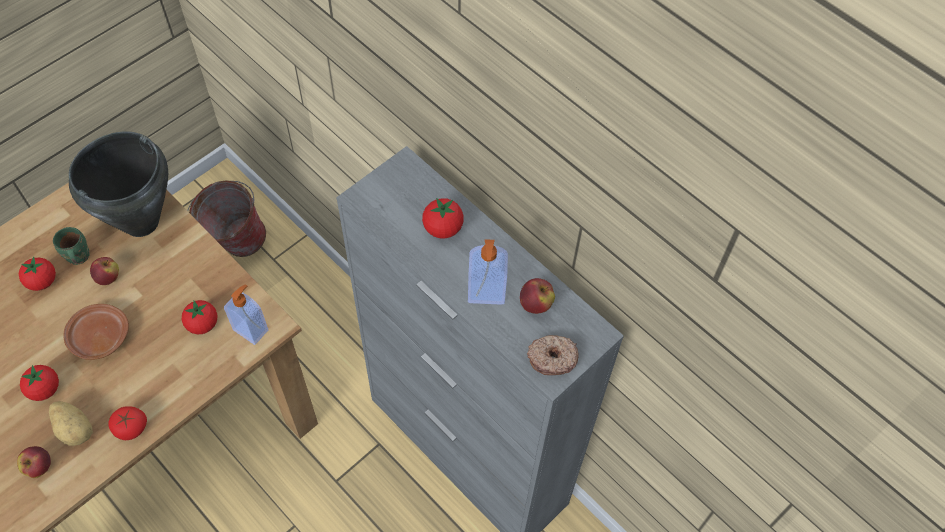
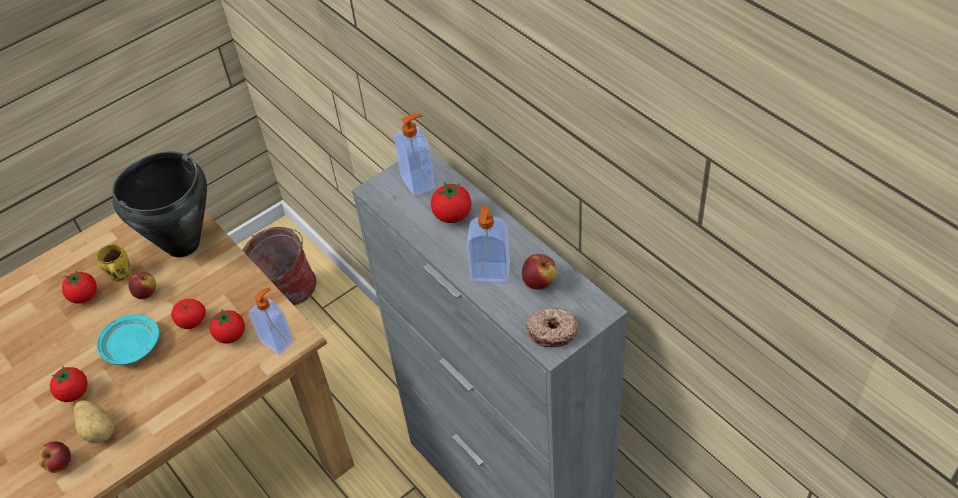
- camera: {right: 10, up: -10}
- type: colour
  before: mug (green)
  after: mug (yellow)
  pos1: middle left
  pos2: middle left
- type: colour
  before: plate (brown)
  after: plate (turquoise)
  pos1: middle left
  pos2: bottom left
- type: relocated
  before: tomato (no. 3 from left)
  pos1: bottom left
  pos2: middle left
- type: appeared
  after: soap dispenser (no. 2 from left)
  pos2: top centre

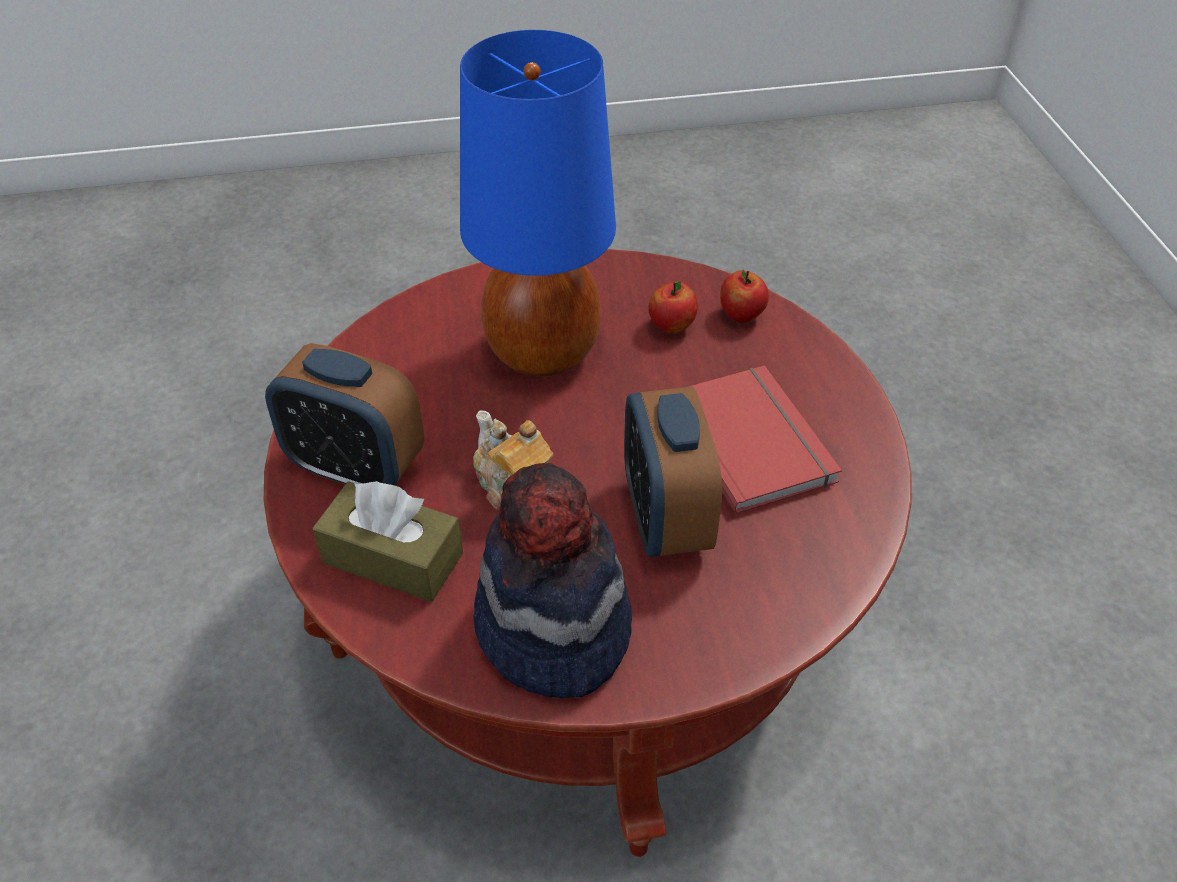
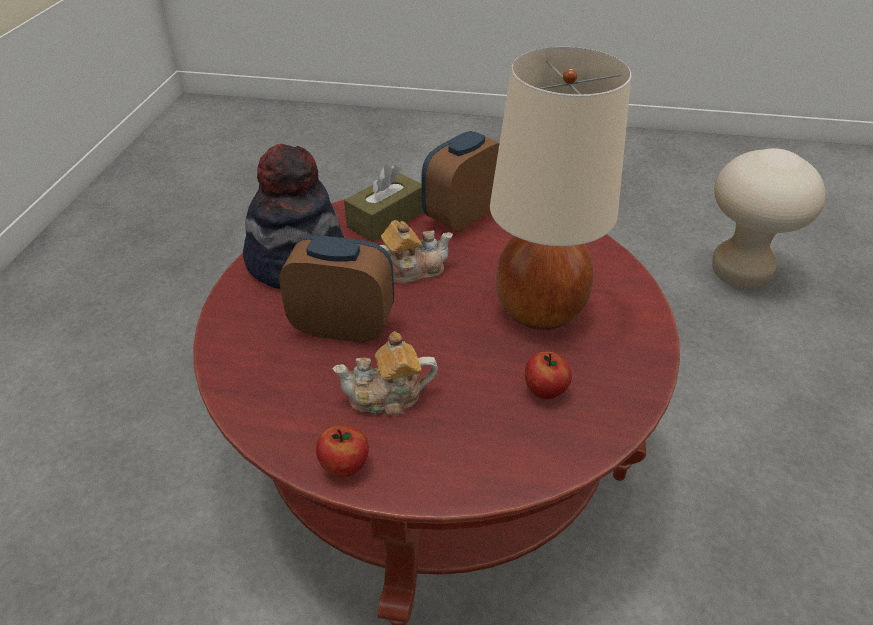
- camera: {right: 110, up: -5}
- type: colour
  before: table lamp (blue)
  after: table lamp (beige)
  pos1: top centre
  pos2: top centre
- type: relocated
  before: apple (no. 2 from left in the first image)
  after: apple (no. 1 from left)
  pos1: centre
  pos2: bottom centre
- type: exchanged
  before: book (red)
  after: teapot (no. 1 from left)
  pos1: centre
  pos2: centre
- type: appeared
  after: stool (beige)
  pos2: middle right

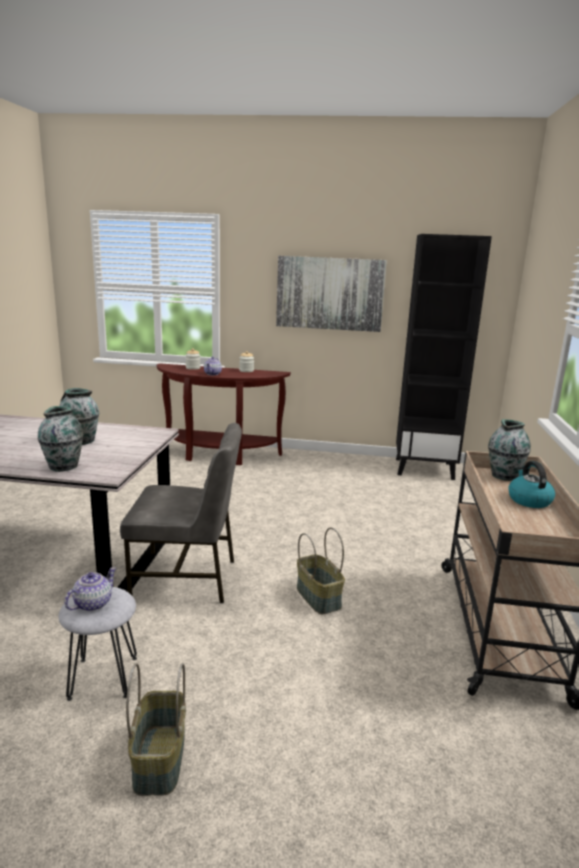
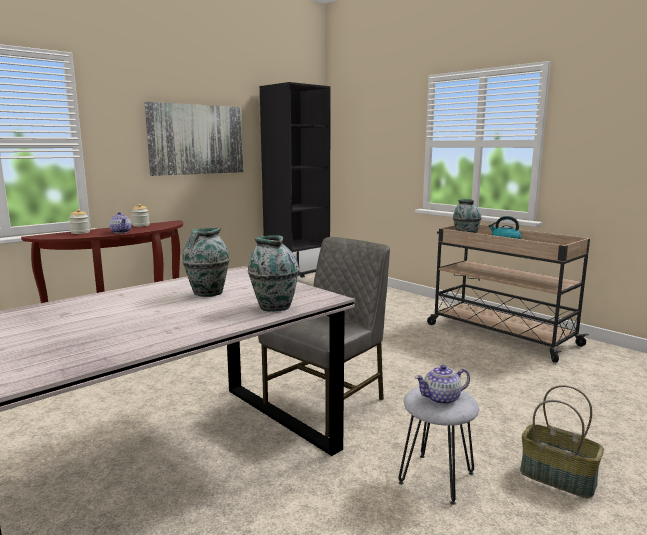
- camera: {right: -50, up: -5}
- type: missing
  before: basket (no. 2 from left)
  pos1: centre
- type: spun
  before: teapot (no. 1 from left in the first image)
  pos1: bottom left
  pos2: bottom right
  turn: -90

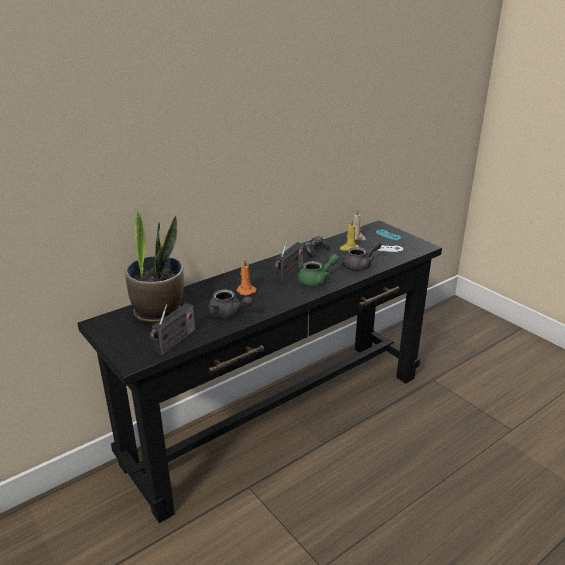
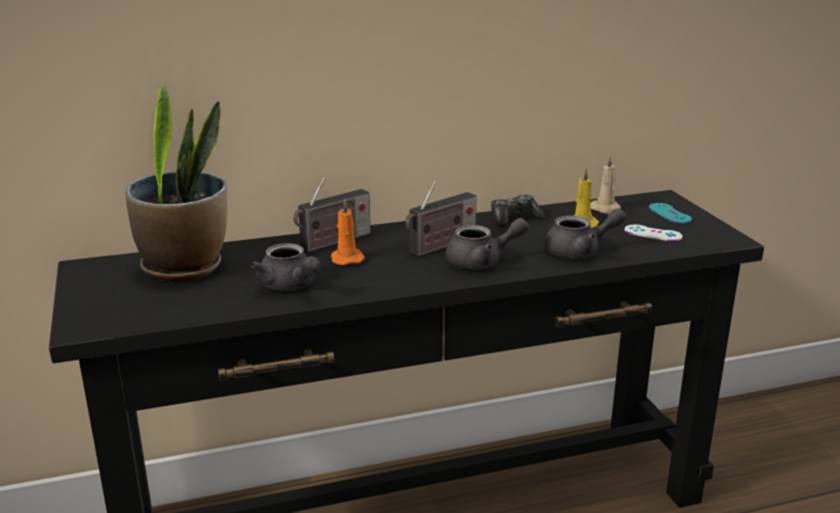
- camera: {right: 20, up: -5}
- type: colour
  before: teapot (green)
  after: teapot (grey) (no. 2 from left)
  pos1: centre
  pos2: centre
- type: relocated
  before: radio (no. 1 from left)
  pos1: middle left
  pos2: centre

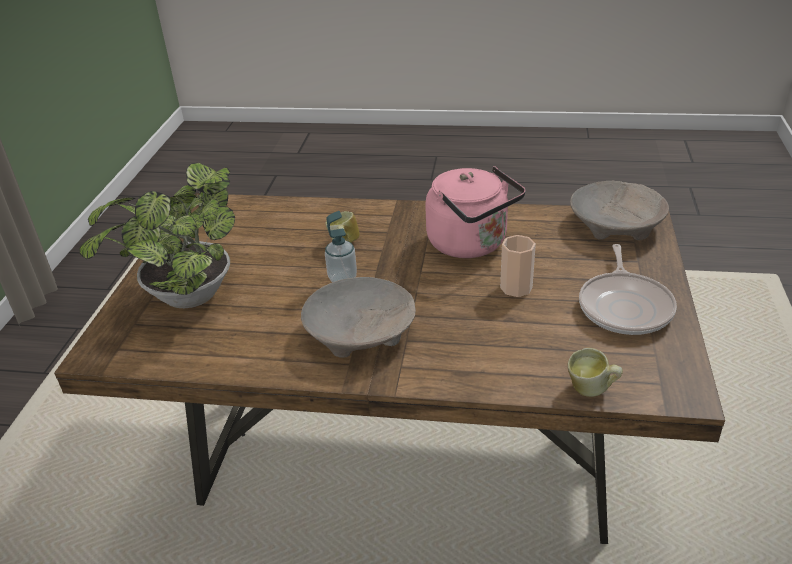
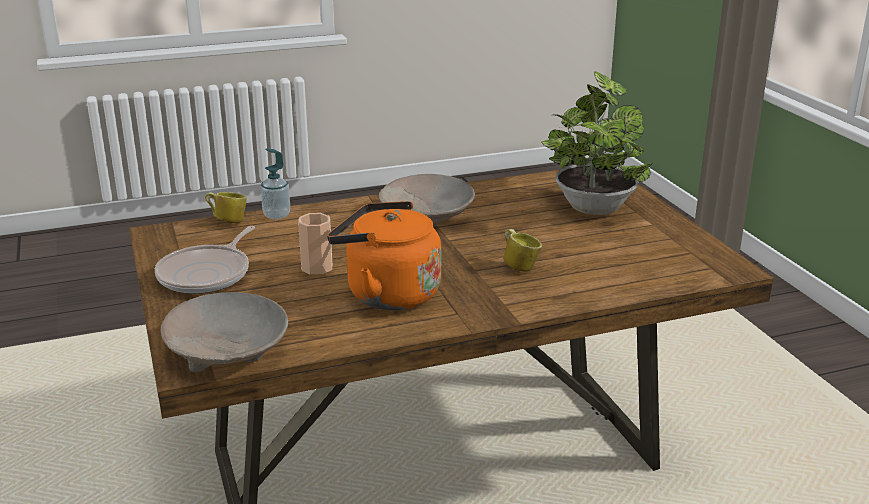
- camera: {right: 150, up: -10}
- type: colour
  before: kettle (pink)
  after: kettle (orange)
  pos1: centre
  pos2: centre
- type: relocated
  before: soap dispenser
  pos1: centre
  pos2: middle left
- type: spun
  before: frying pan
  pos1: middle right
  pos2: middle left
  turn: -135

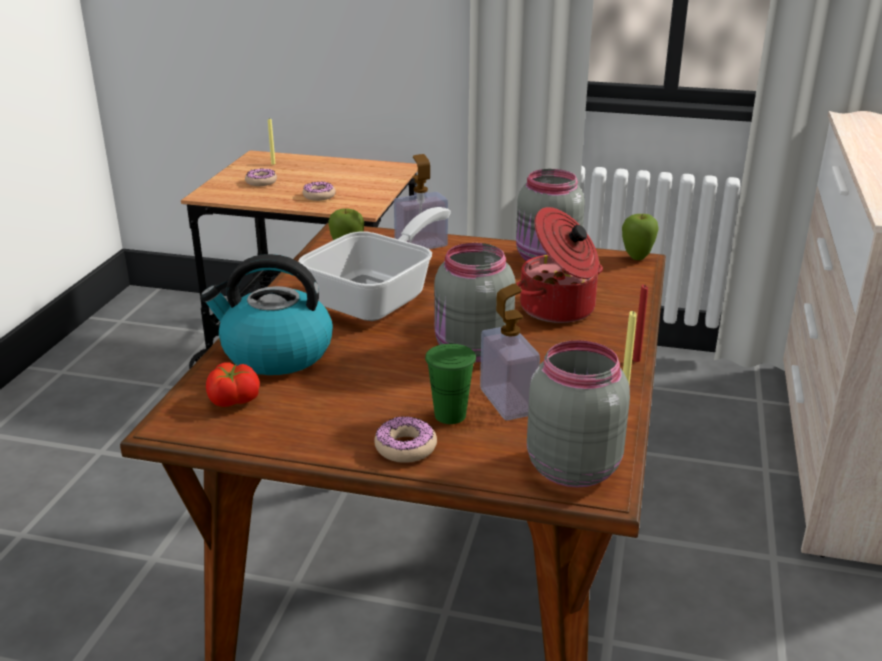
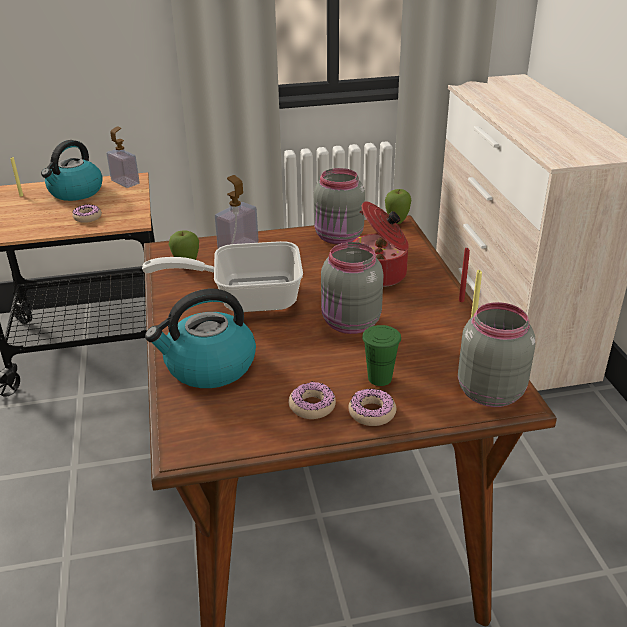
- camera: {right: -25, up: 5}
- type: relocated
  before: donut (no. 1 from left in the first image)
  after: donut (no. 2 from left)
  pos1: top left
  pos2: centre
- type: spun
  before: frying pan
  pos1: centre
  pos2: centre
  turn: -105
- type: relocated
  before: soap dispenser (no. 2 from left in the first image)
  after: soap dispenser (no. 1 from left)
  pos1: centre
  pos2: top left
- type: missing
  before: tomato
  pos1: middle left
- type: appeared
  after: kettle (no. 1 from left)
  pos2: top left

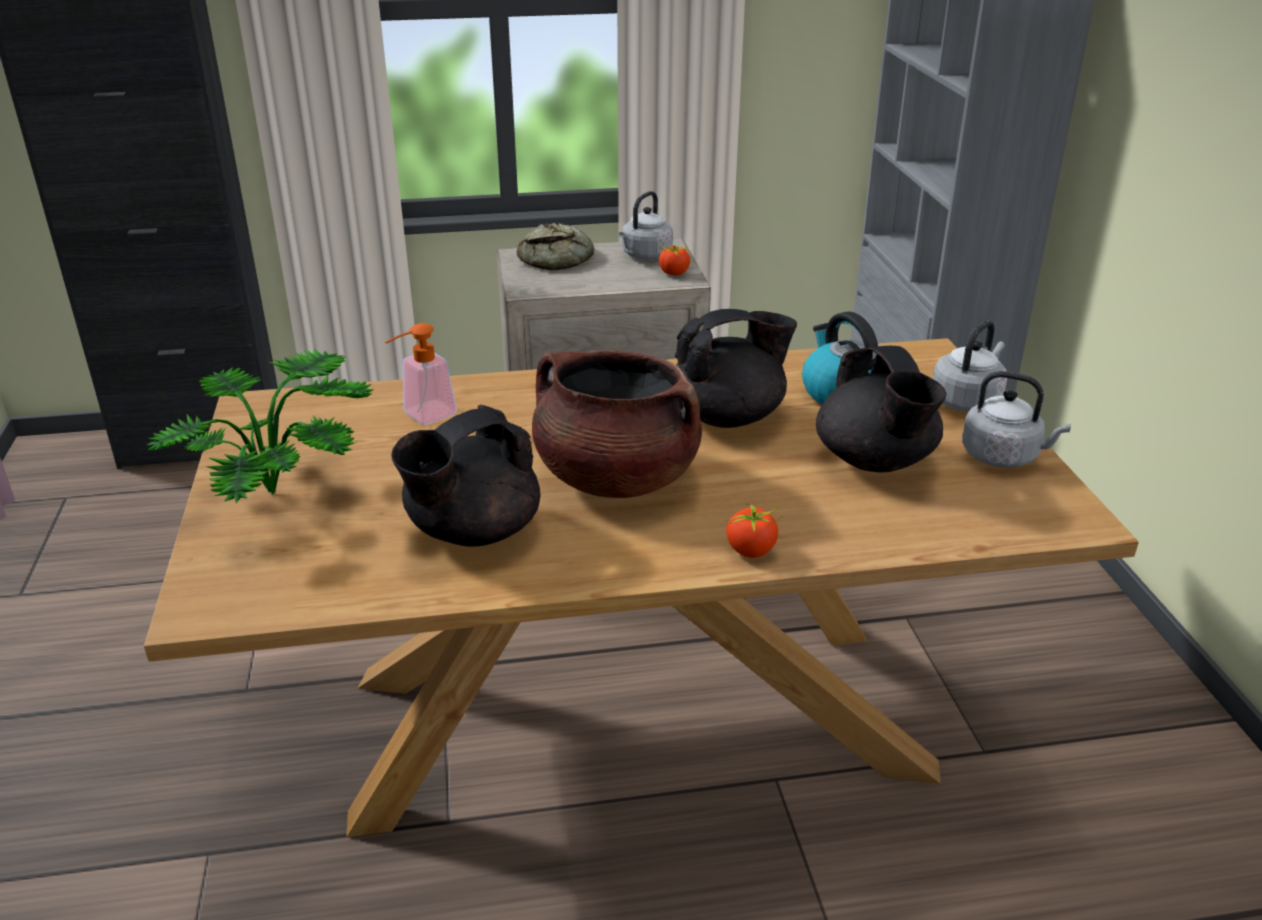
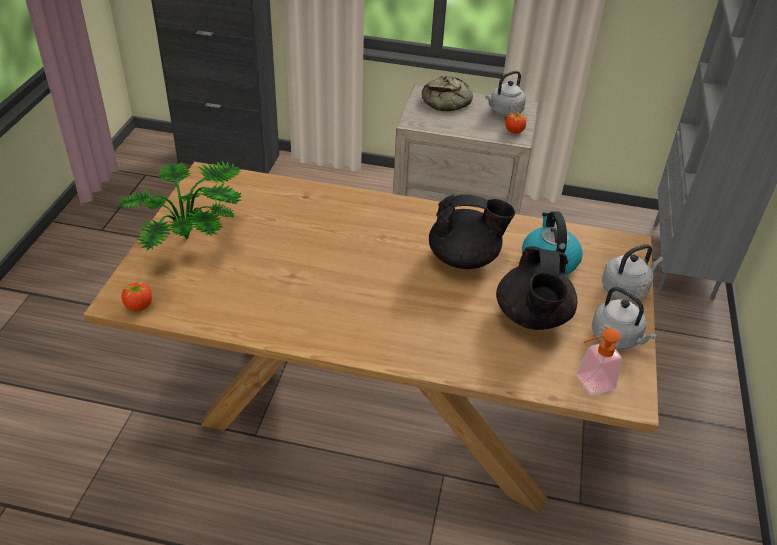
- camera: {right: 20, up: 10}
- type: relocated
  before: soap dispenser
  pos1: centre
  pos2: middle right
- type: missing
  before: cooking pot (brown)
  pos1: centre
- type: missing
  before: teapot (black) (no. 1 from left)
  pos1: centre
- type: relocated
  before: tomato (no. 2 from left in the first image)
  after: tomato (no. 1 from left)
  pos1: centre
  pos2: middle left

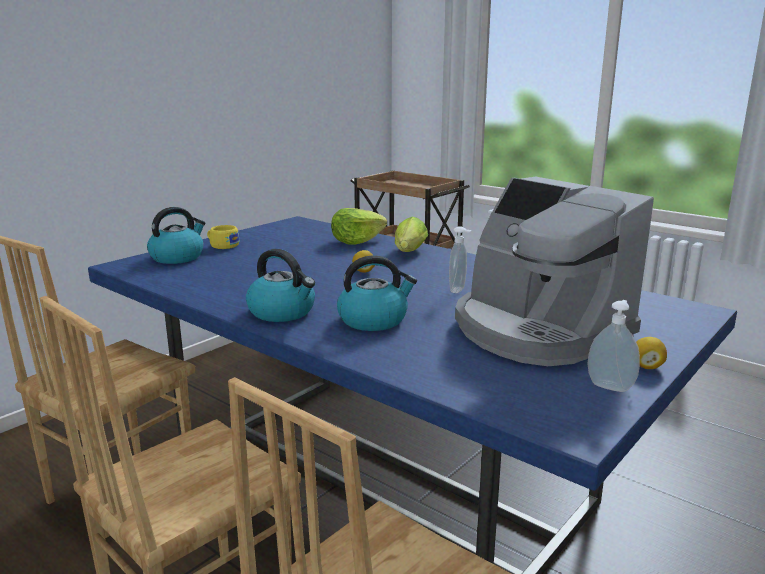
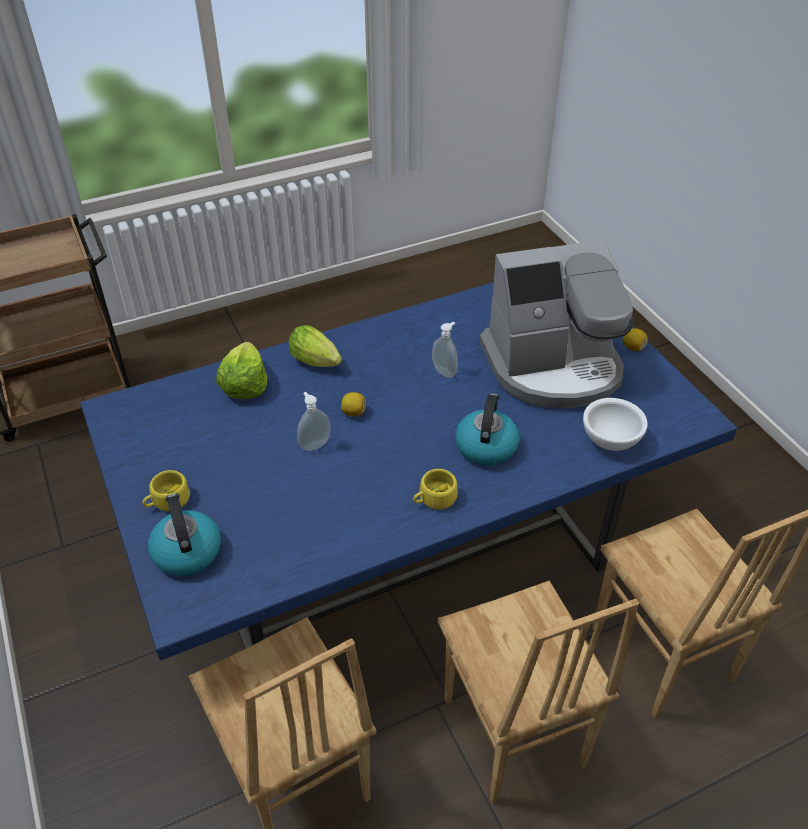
- camera: {right: -65, up: 25}
- type: exchanged
  before: kettle (no. 2 from left)
  after: cup (yellow) (no. 2 from left)
  pos1: centre
  pos2: centre
- type: relocated
  before: soap dispenser (no. 2 from left in the first image)
  after: soap dispenser (no. 1 from left)
  pos1: middle right
  pos2: centre
- type: appeared
  after: bowl (white)
  pos2: middle right

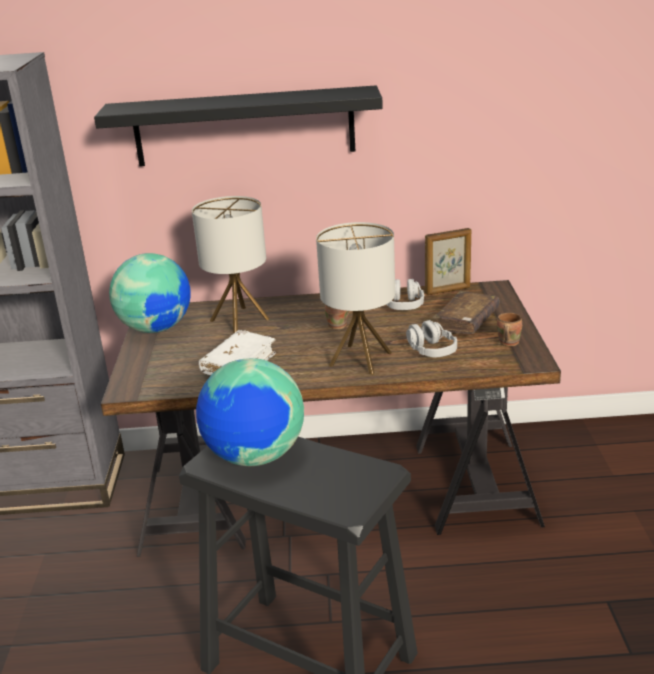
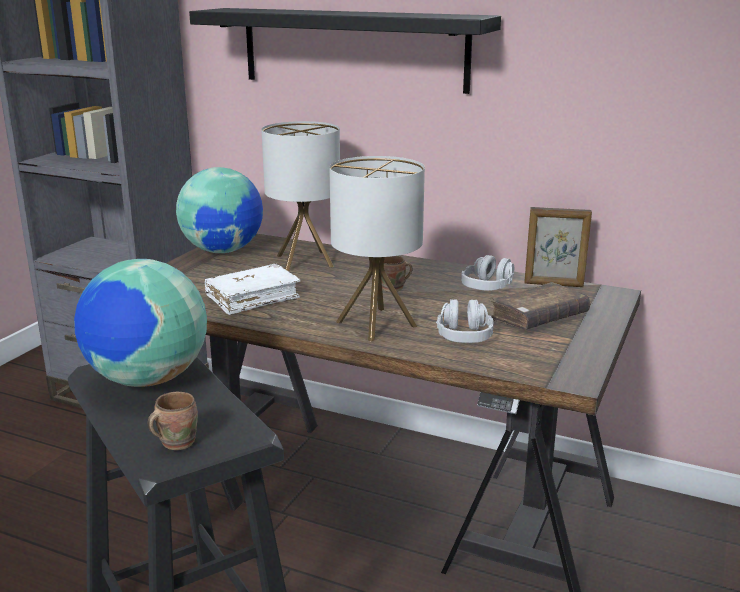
- camera: {right: 25, up: -5}
- type: relocated
  before: mug (brown) (no. 2 from left in the first image)
  after: mug (brown) (no. 1 from left)
  pos1: middle right
  pos2: bottom left

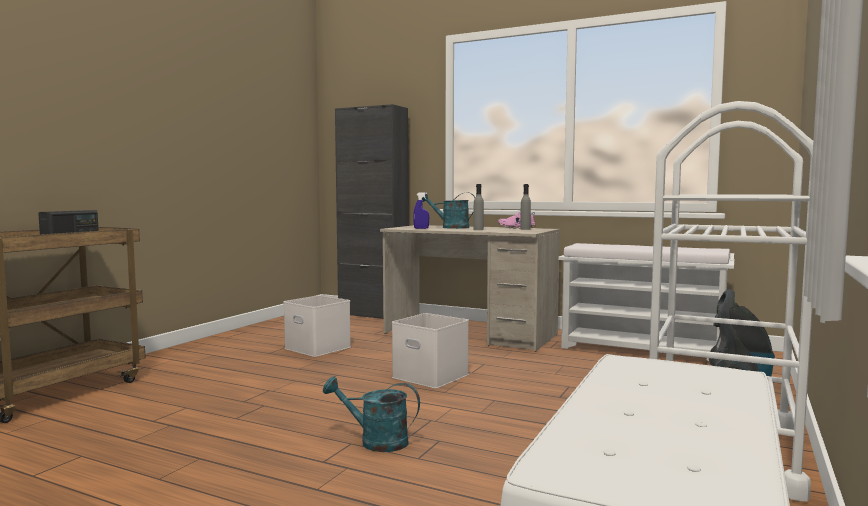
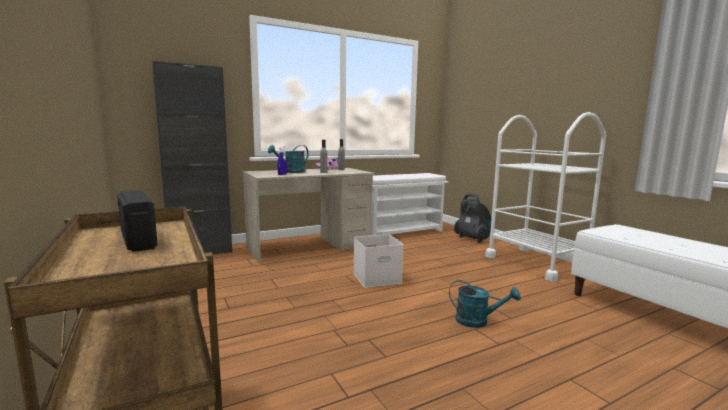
- camera: {right: -55, up: 5}
- type: missing
  before: storage box (white) (no. 1 from left)
  pos1: centre
- type: spun
  before: watering can (turquoise) (no. 1 from left in the first image)
  pos1: bottom centre
  pos2: bottom centre
  turn: -120

